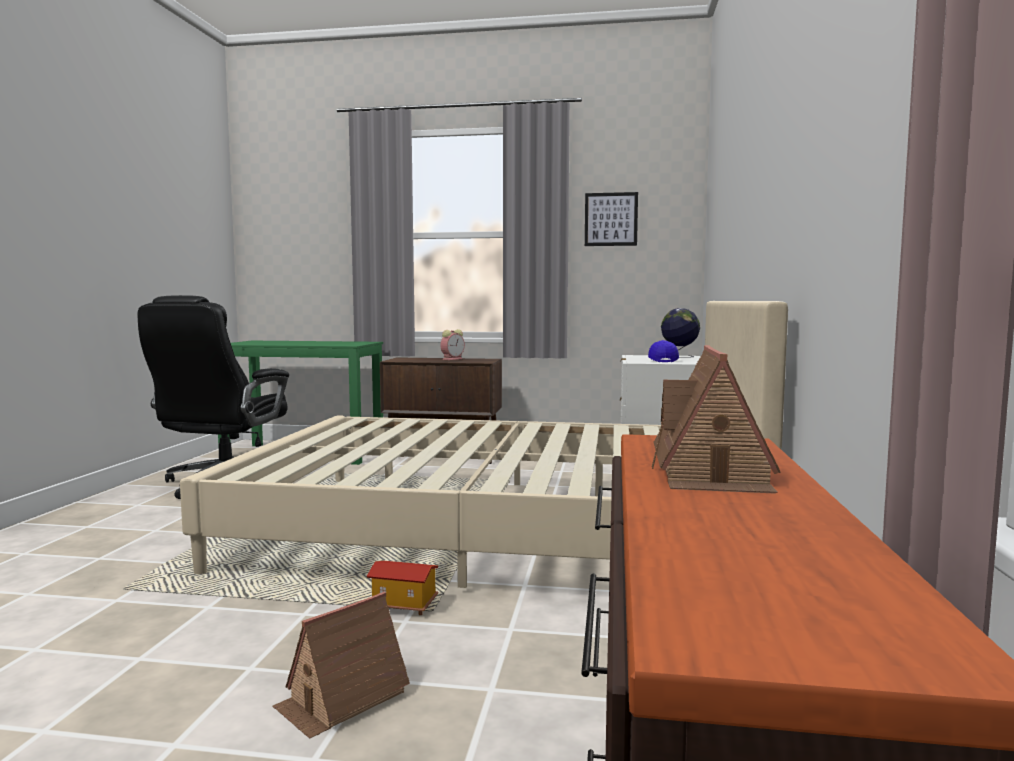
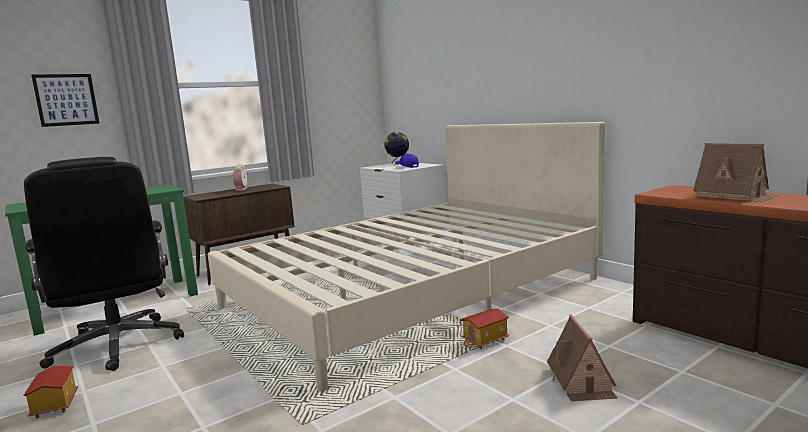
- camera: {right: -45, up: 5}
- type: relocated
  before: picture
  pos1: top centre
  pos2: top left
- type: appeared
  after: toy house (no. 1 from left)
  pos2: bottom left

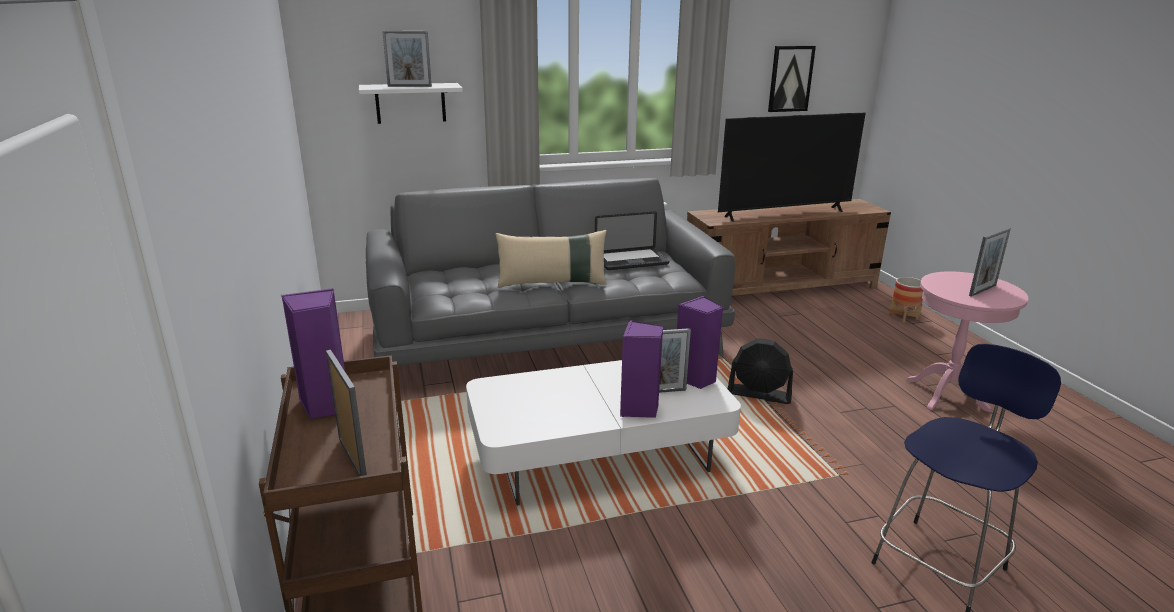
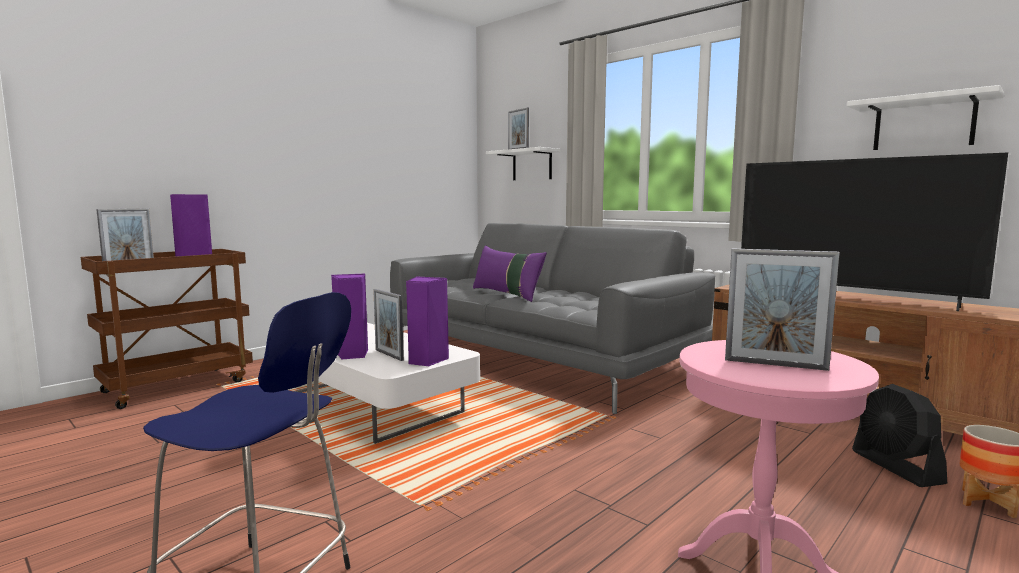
- camera: {right: 60, up: -15}
- type: exchanged
  before: picture
  after: shelf (white) (no. 2 from left)
  pos1: top right
  pos2: top right
- type: missing
  before: laptop
  pos1: centre
- type: colour
  before: pillow (beige)
  after: pillow (purple)
  pos1: centre
  pos2: centre
- type: relocated
  before: fan (black)
  pos1: centre
  pos2: bottom right

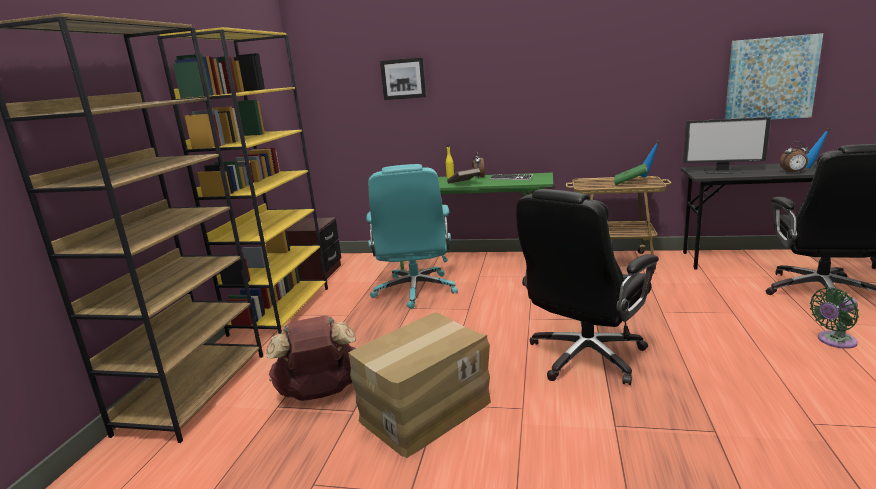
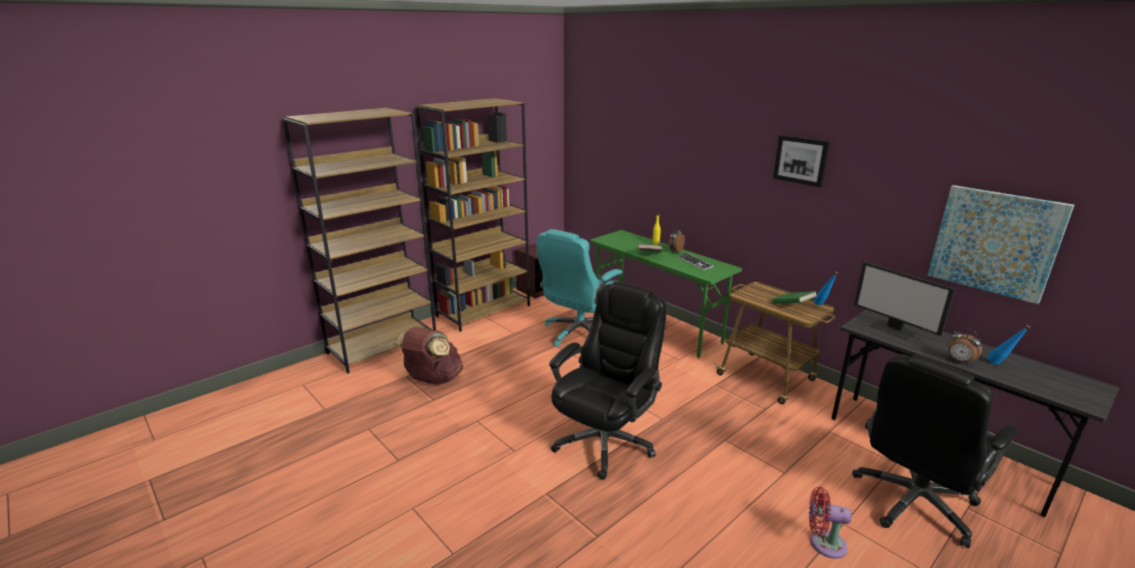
- camera: {right: 35, up: 5}
- type: colour
  before: bookcase (yellow)
  after: bookcase (brown) (no. 2 from left)
  pos1: middle left
  pos2: centre
- type: relocated
  before: picture (no. 1 from left)
  pos1: top centre
  pos2: top right
- type: spun
  before: office chair (black) (no. 1 from left)
  pos1: middle right
  pos2: bottom centre
  turn: 135
- type: colour
  before: fan (green)
  after: fan (red)
  pos1: middle right
  pos2: bottom right
- type: missing
  before: cardboard box
  pos1: bottom centre

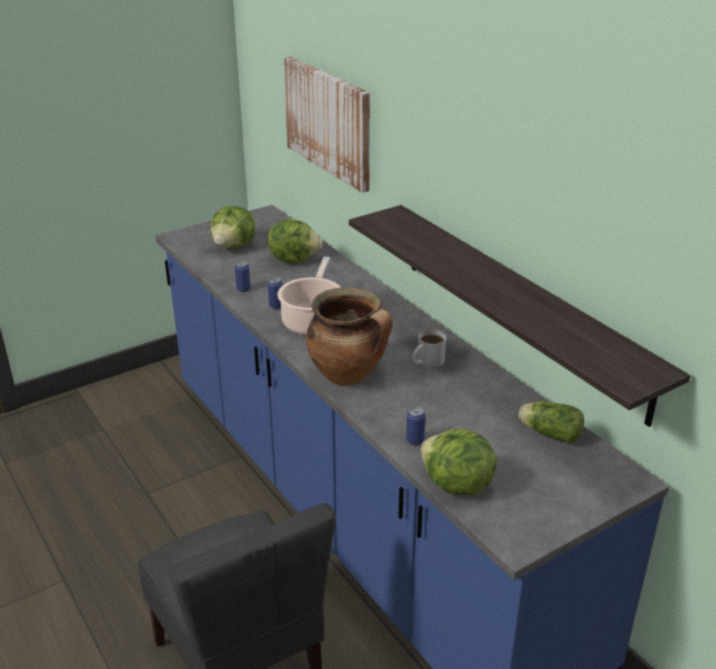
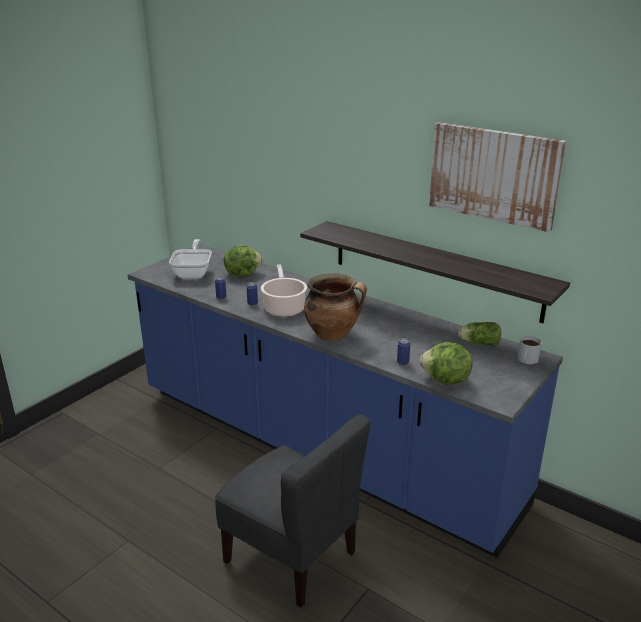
- camera: {right: -20, up: -5}
- type: relocated
  before: picture
  pos1: top centre
  pos2: top right
- type: exchanged
  before: lettuce (no. 1 from left)
  after: frying pan
  pos1: middle left
  pos2: middle left
- type: relocated
  before: mug (white)
  pos1: centre
  pos2: middle right

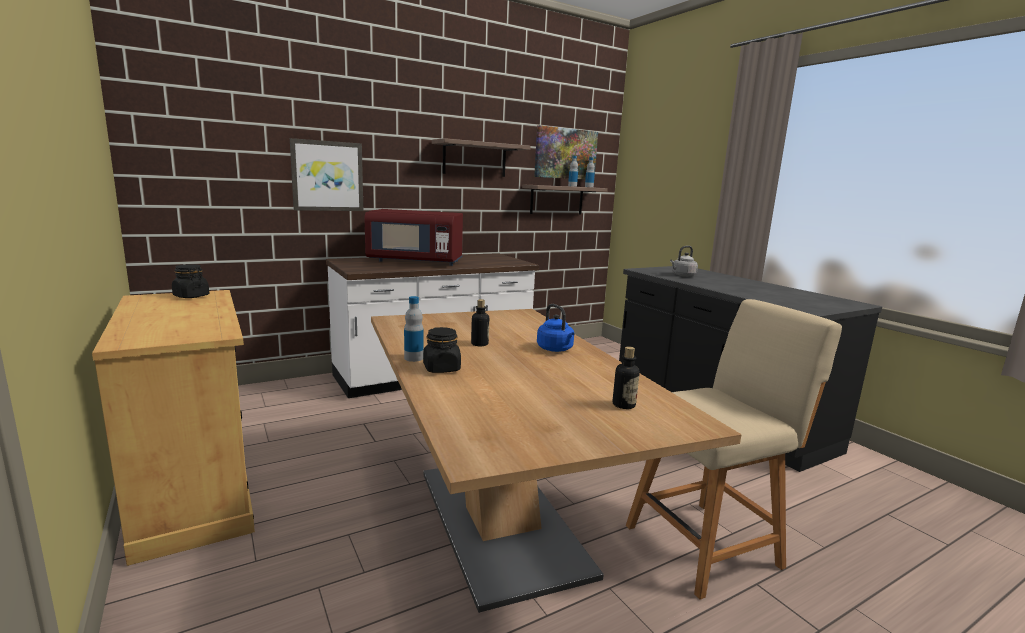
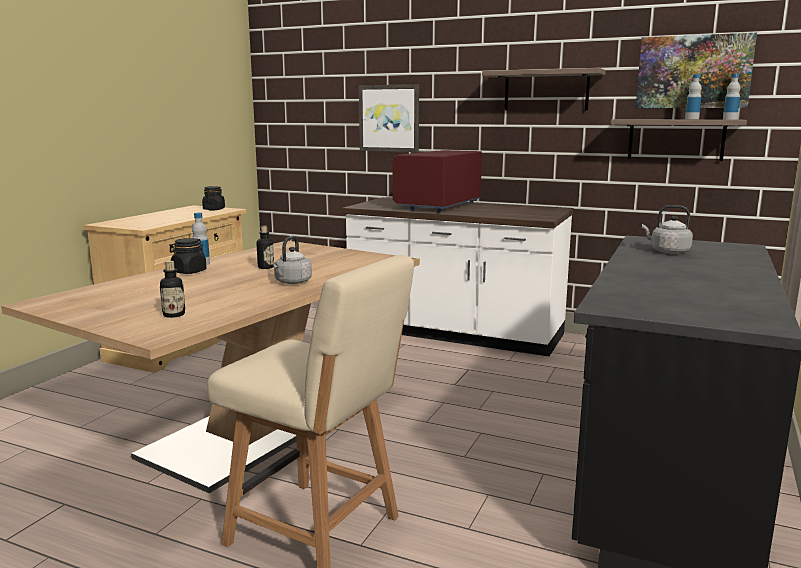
- camera: {right: 55, up: 0}
- type: spun
  before: microwave (red)
  pos1: centre
  pos2: top centre
  turn: 60
- type: colour
  before: kettle (blue)
  after: kettle (grey) (no. 1 from left)
  pos1: centre
  pos2: centre

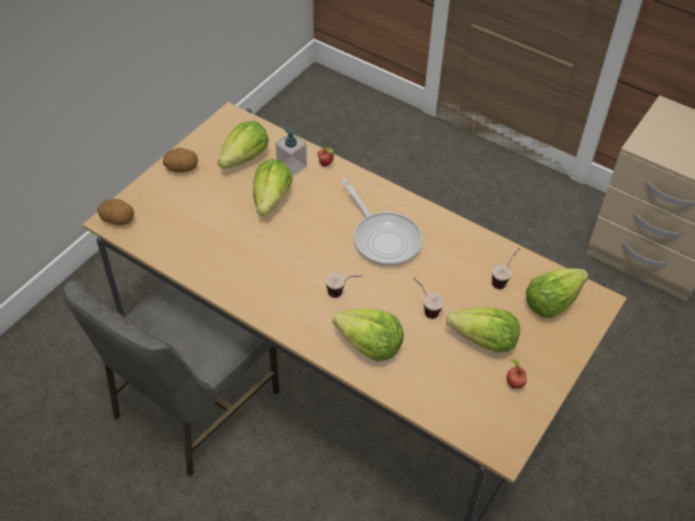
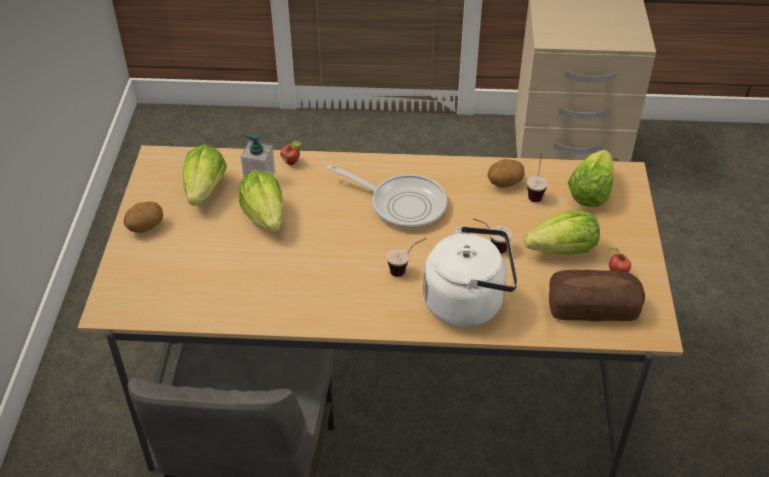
- camera: {right: -30, up: -5}
- type: relocated
  before: potato (no. 1 from left in the first image)
  after: potato (no. 2 from left)
  pos1: middle left
  pos2: centre
- type: exchanged
  before: lettuce (no. 3 from left)
  after: kettle (white)
  pos1: centre
  pos2: centre
- type: appeared
  after: bread
  pos2: middle right

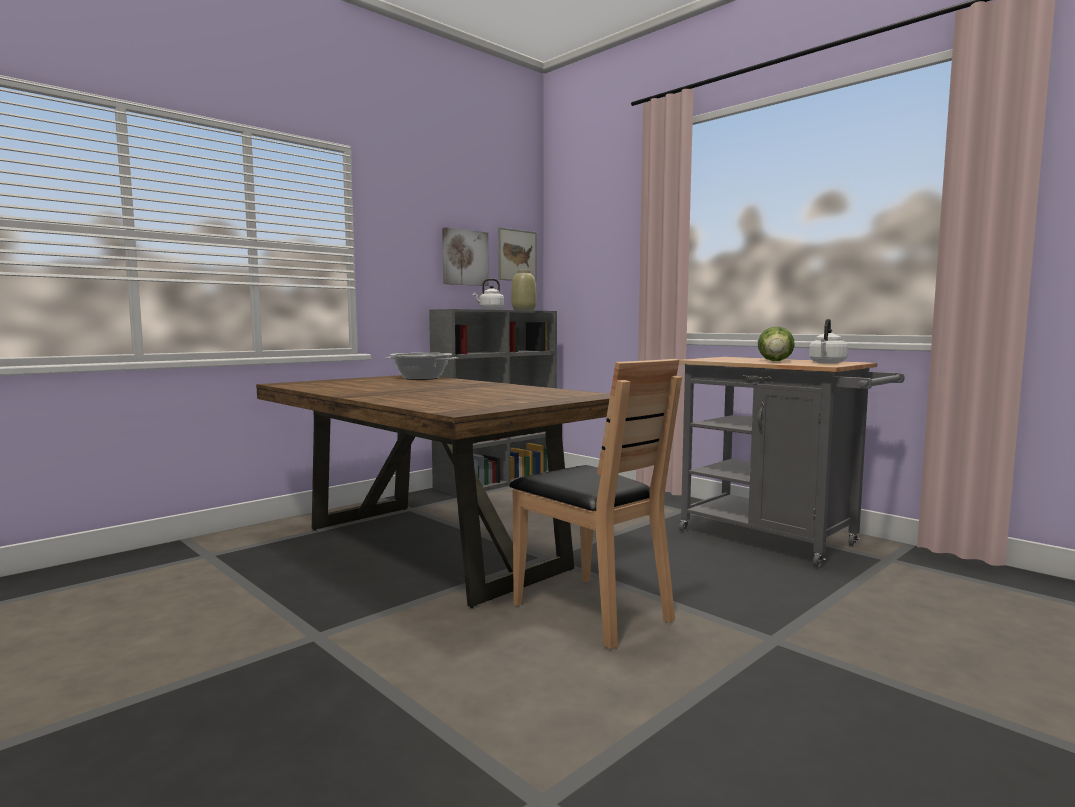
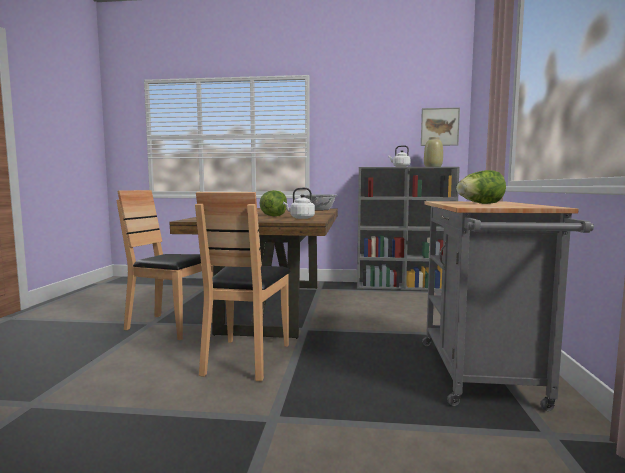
- camera: {right: 50, up: 0}
- type: missing
  before: picture (no. 1 from left)
  pos1: top centre
- type: relocated
  before: kettle (white) (no. 2 from left in the first image)
  after: kettle (white) (no. 1 from left)
  pos1: middle right
  pos2: centre
- type: appeared
  after: chair (brown) (no. 1 from left)
  pos2: middle left
- type: appeared
  after: lettuce (no. 1 from left)
  pos2: centre

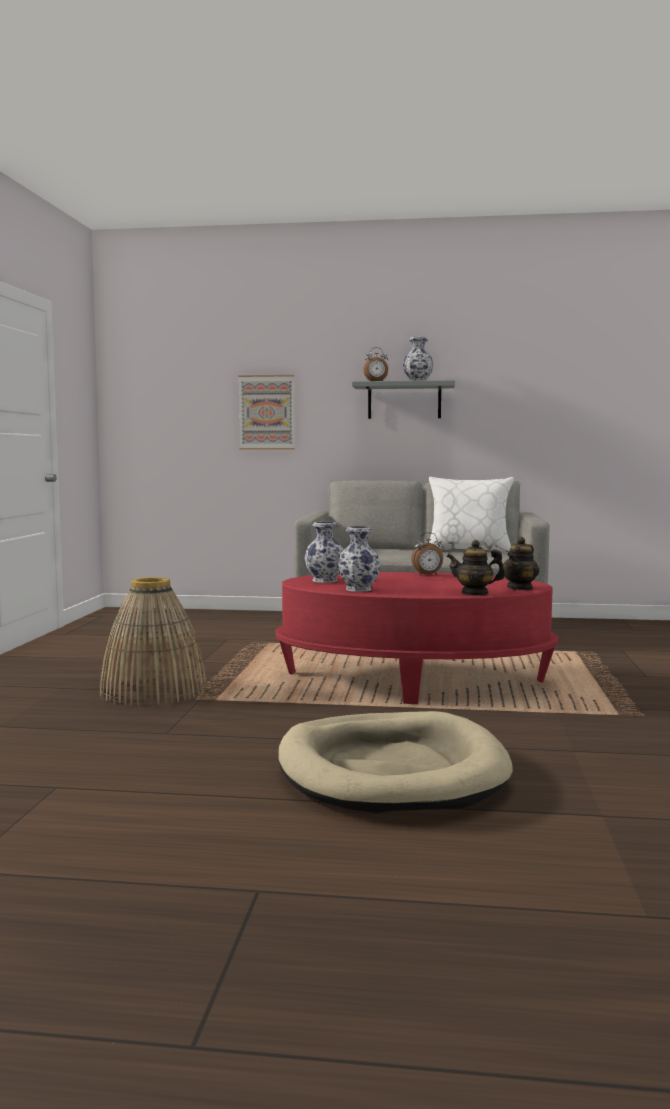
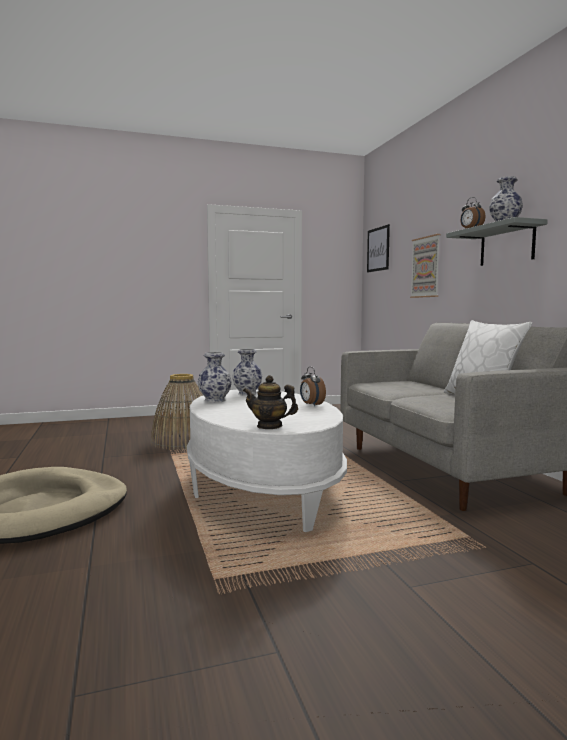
- camera: {right: 65, up: 0}
- type: missing
  before: teapot (no. 1 from left)
  pos1: middle right
- type: colour
  before: coffee table (red)
  after: coffee table (white)
  pos1: centre
  pos2: centre
- type: appeared
  after: picture (no. 1 from left)
  pos2: middle right

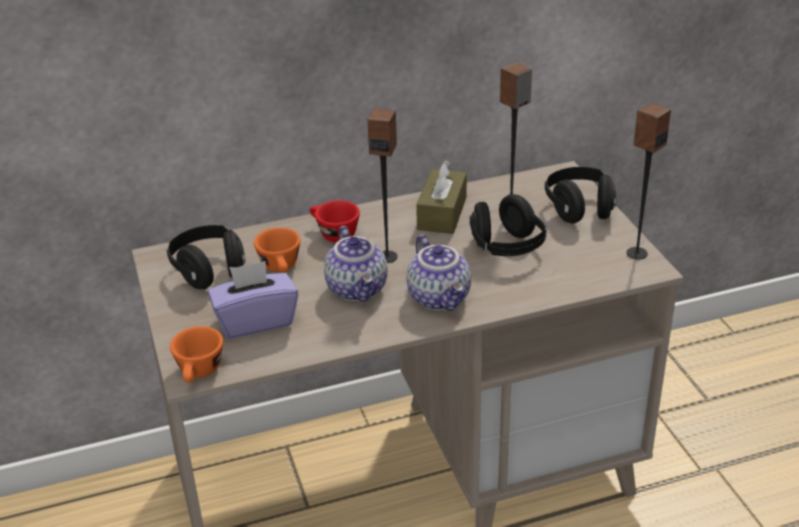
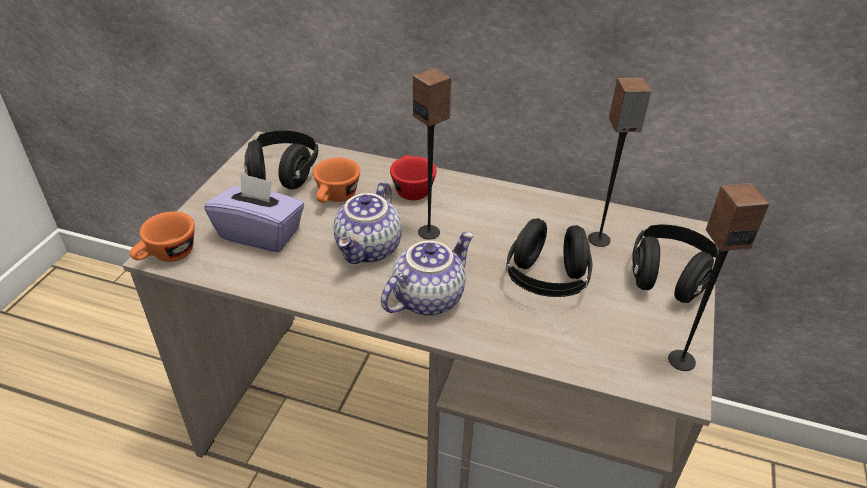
- camera: {right: 35, up: 5}
- type: missing
  before: tissue box (brown)
  pos1: centre
- type: spun
  before: teapot (no. 2 from left)
  pos1: centre
  pos2: centre
  turn: -150

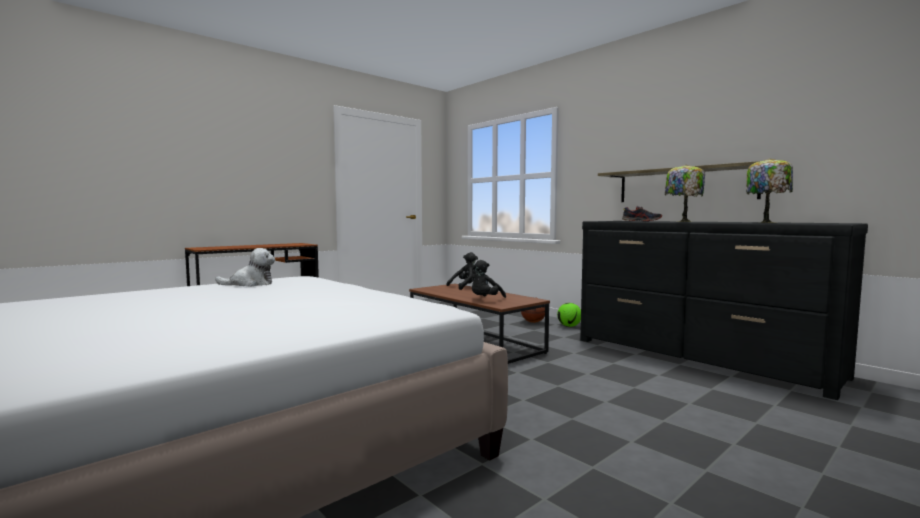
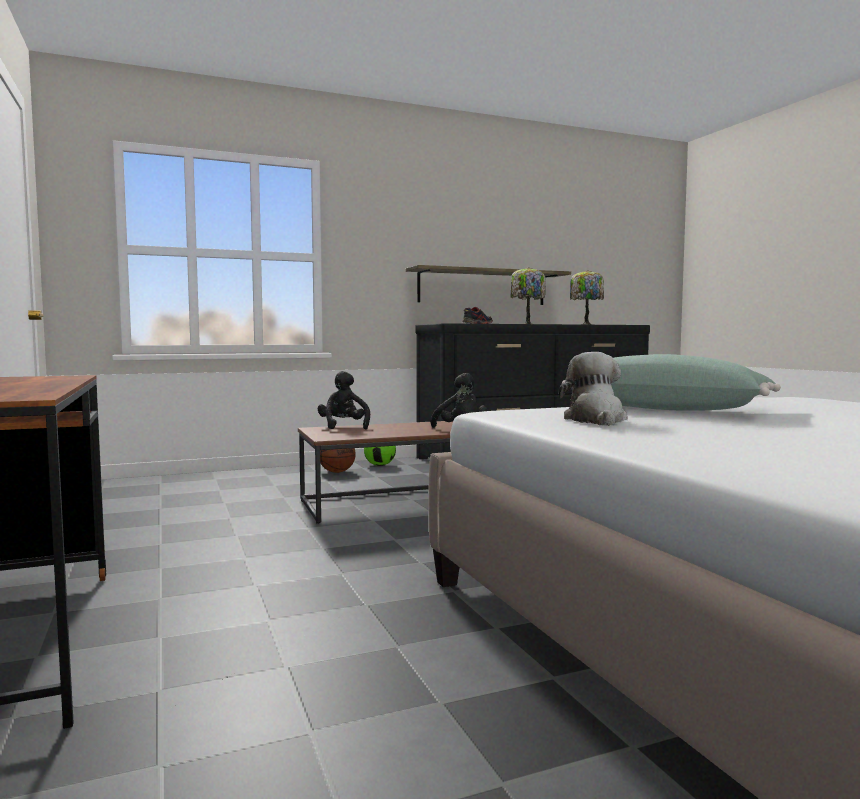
- camera: {right: -70, up: 0}
- type: appeared
  after: pillow (green)
  pos2: middle right

